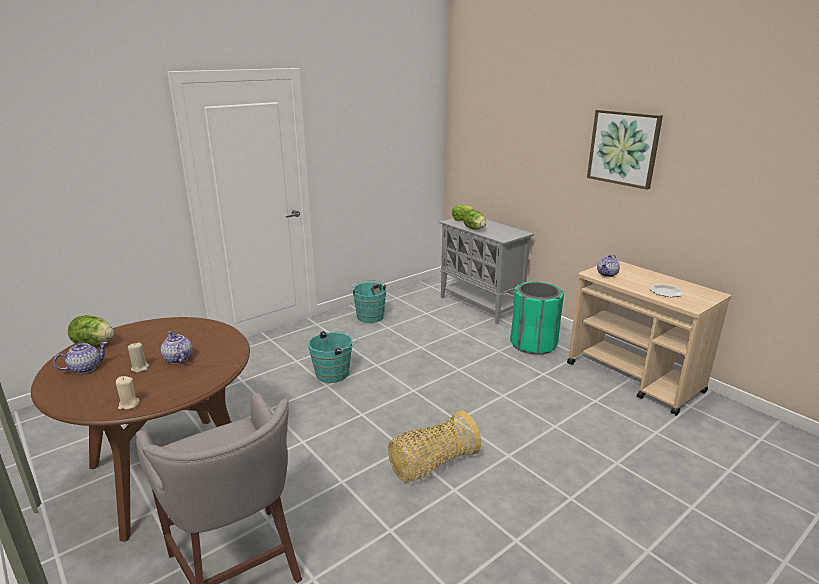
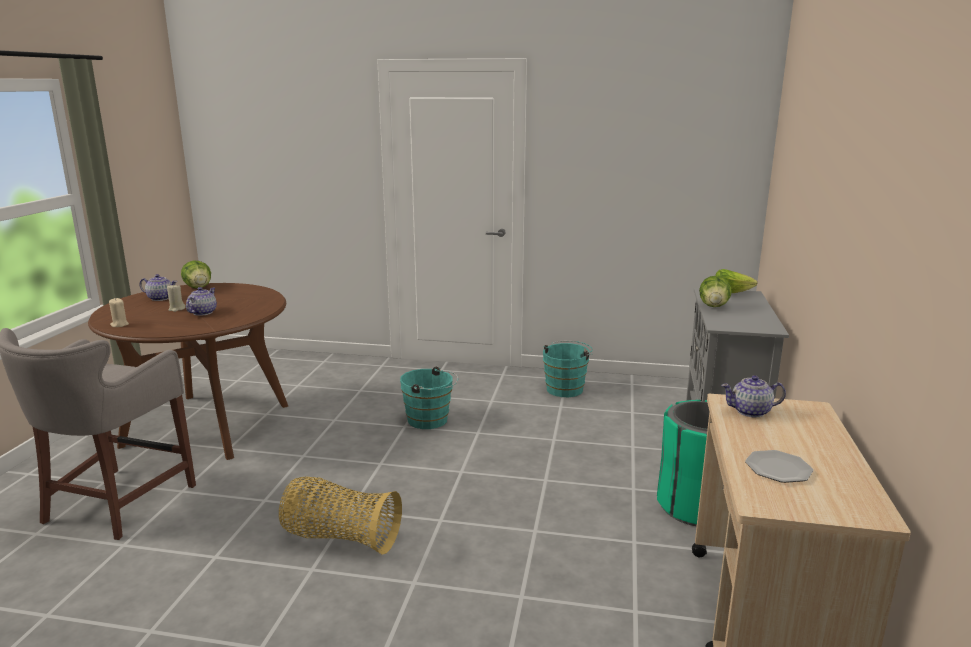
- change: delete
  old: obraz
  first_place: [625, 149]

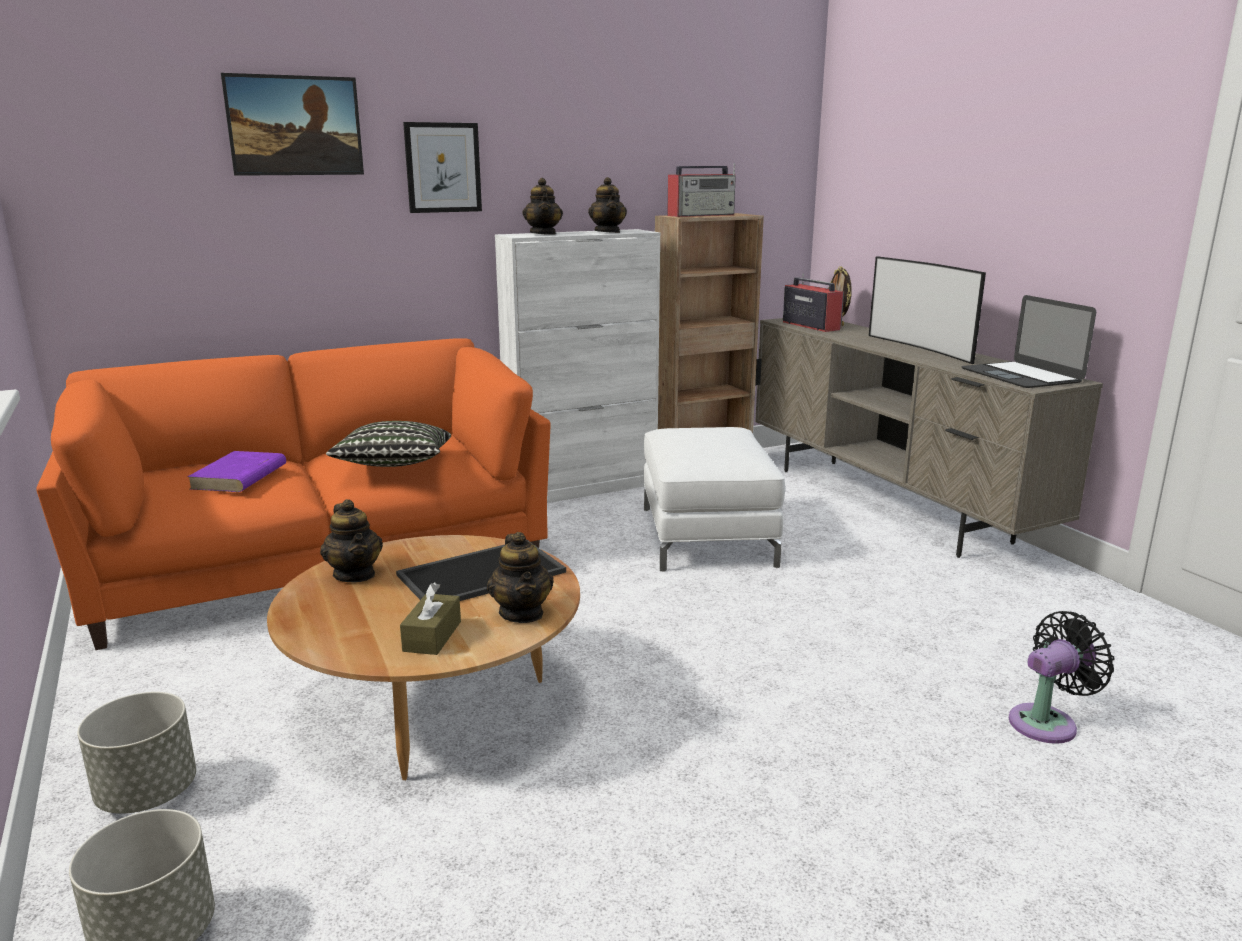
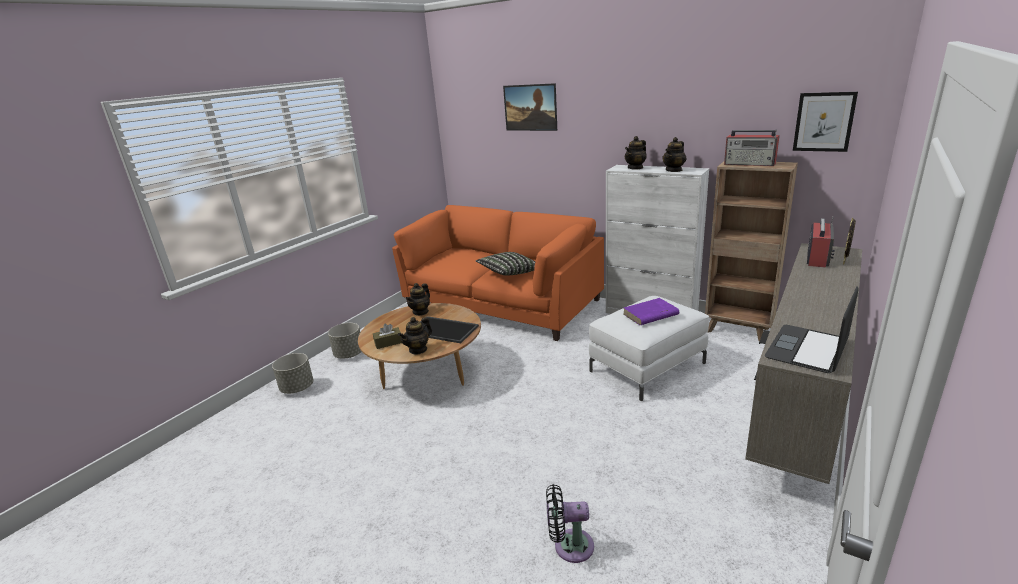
- change: rotate
  old: wentylator (czarny)
  first_place: [1061, 677]
  second_place: [570, 523]
  degrees: 150
- change: move
  old: książka (fioletowy)
  first_place: [236, 471]
  second_place: [651, 311]
- change: move
  old: obraz
  first_place: [442, 167]
  second_place: [825, 122]
- change: delete
  old: telewizor
  first_place: [927, 310]

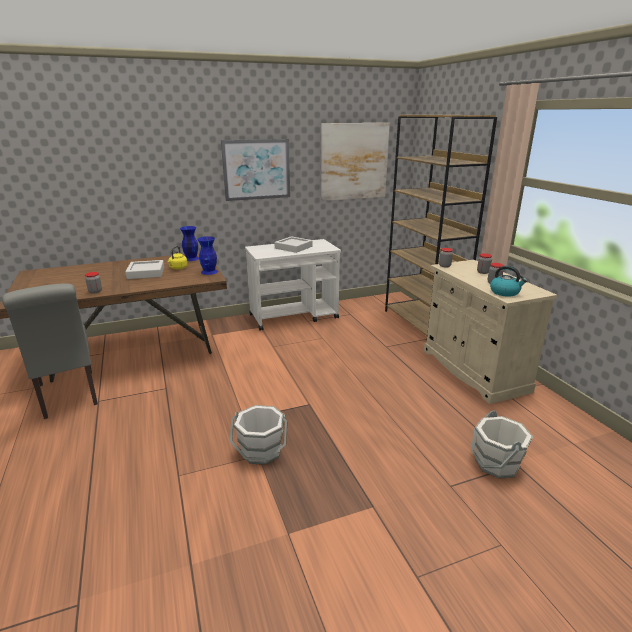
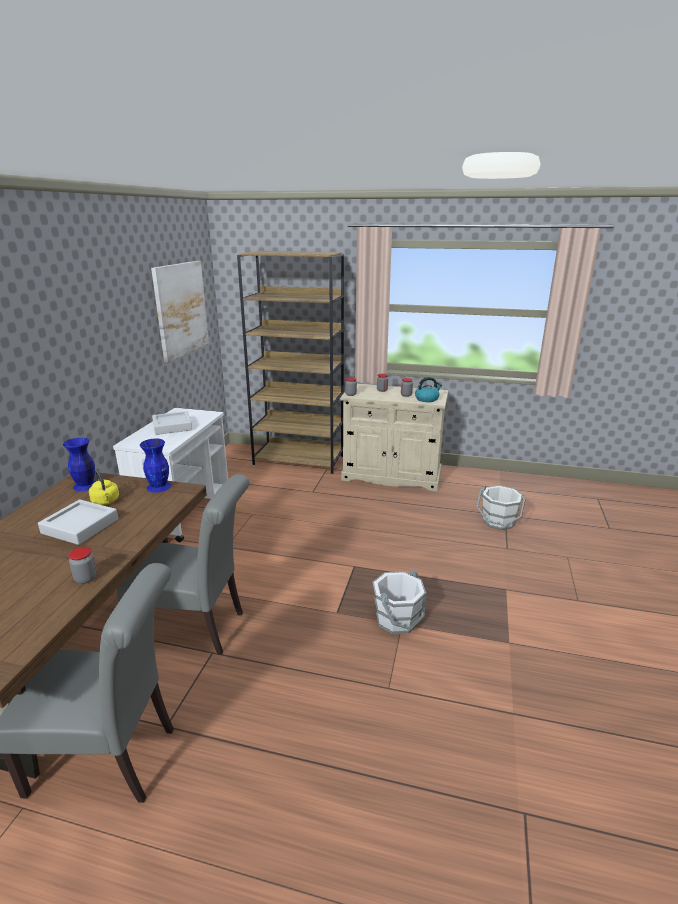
- change: insert
  new: krzesło (szary)
  second_place: [183, 564]
- change: delete
  old: obraz
  first_place: [255, 170]

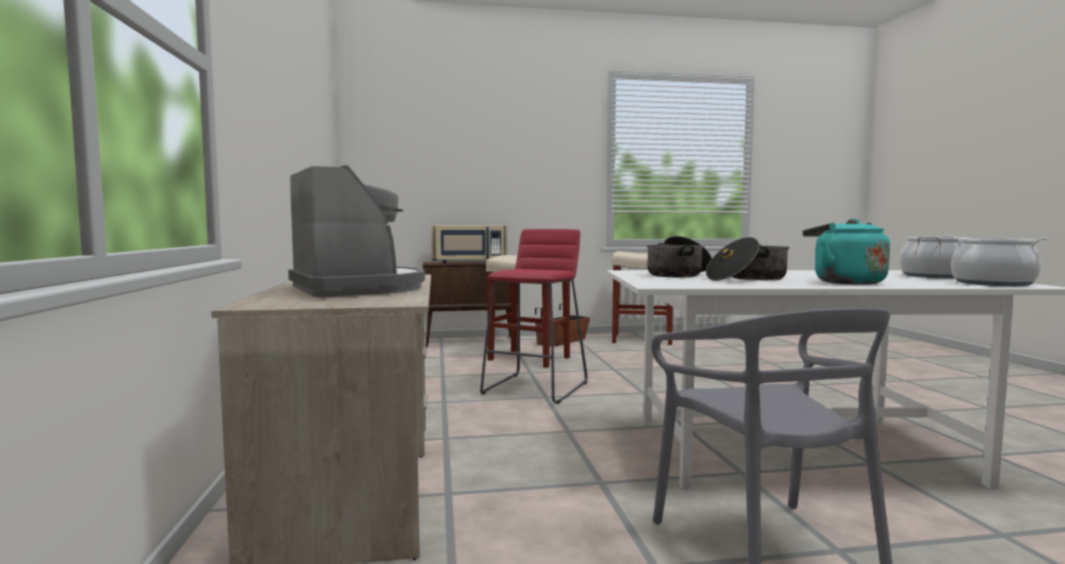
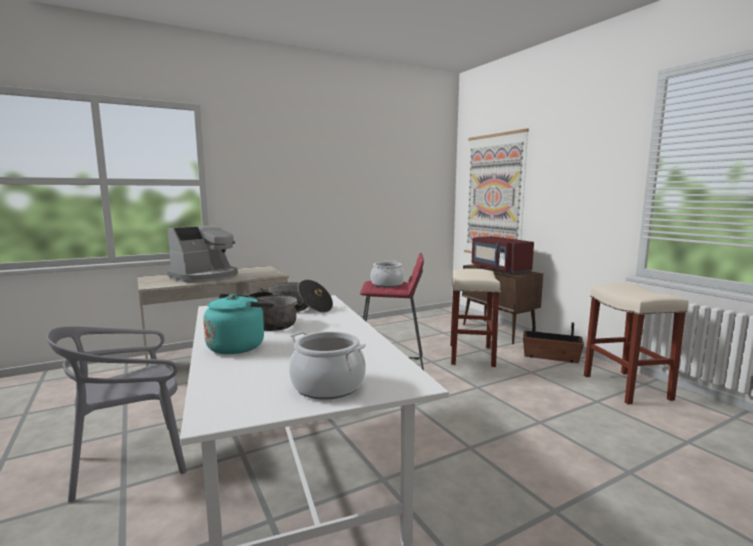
- change: move
  old: garnek
  first_place: [998, 261]
  second_place: [387, 274]
- change: insert
  new: obraz
  second_place: [496, 190]
- change: recolor
  old: mikrofalówka (beżowy)
  new: mikrofalówka (czerwony)
  first_place: [469, 245]
  second_place: [503, 255]

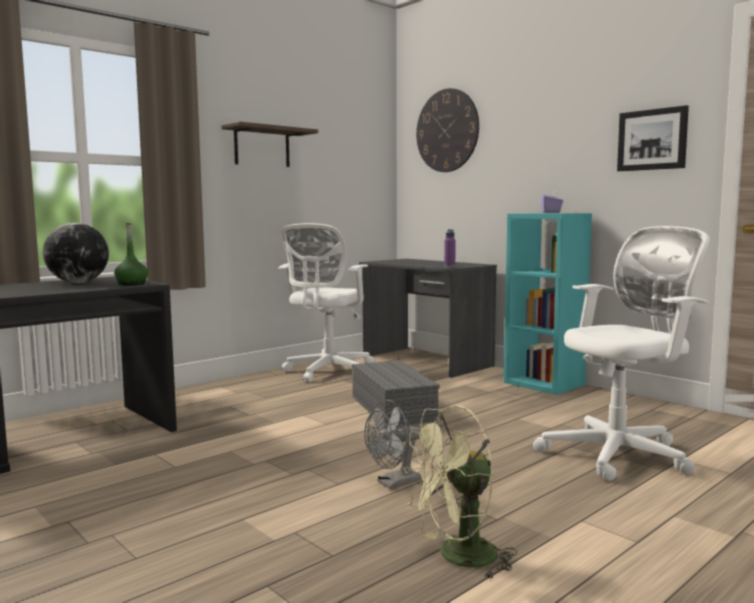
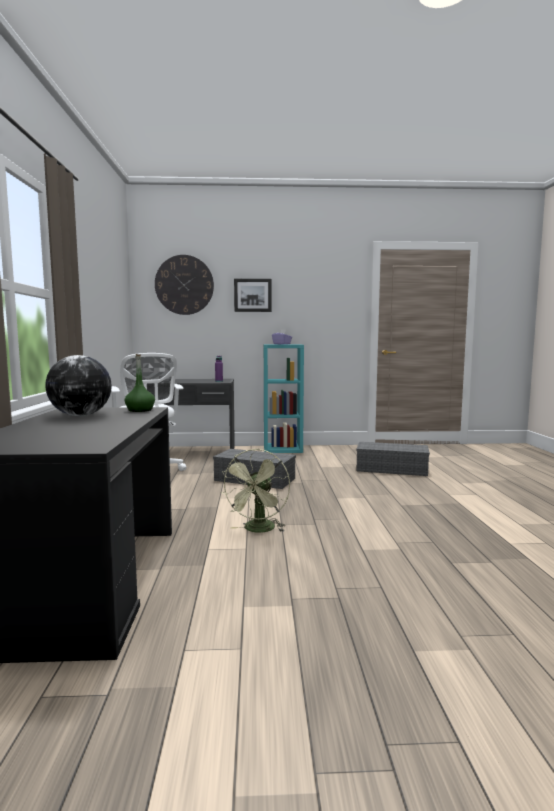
- change: move
  old: wentylator (zielony)
  first_place: [460, 492]
  second_place: [255, 491]
- change: move
  old: obraz
  first_place: [653, 138]
  second_place: [252, 295]
- change: replace
  old: krzesło biurowe (biały)
  new: pojemnik do przechowywania (szary)
  first_place: [621, 353]
  second_place: [393, 459]
- change: delete
  old: półka
  first_place: [269, 144]
- change: delete
  old: wentylator (szary)
  first_place: [392, 444]

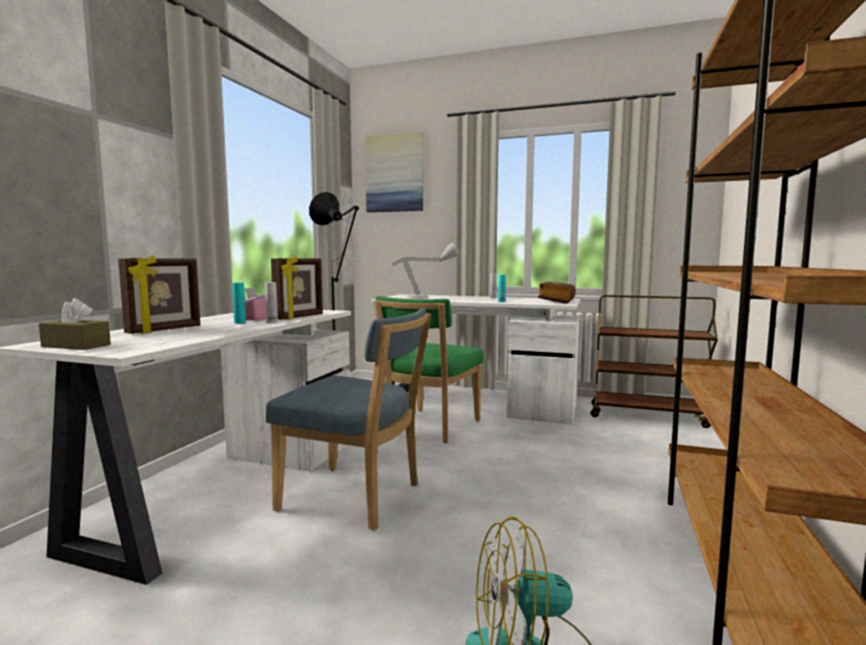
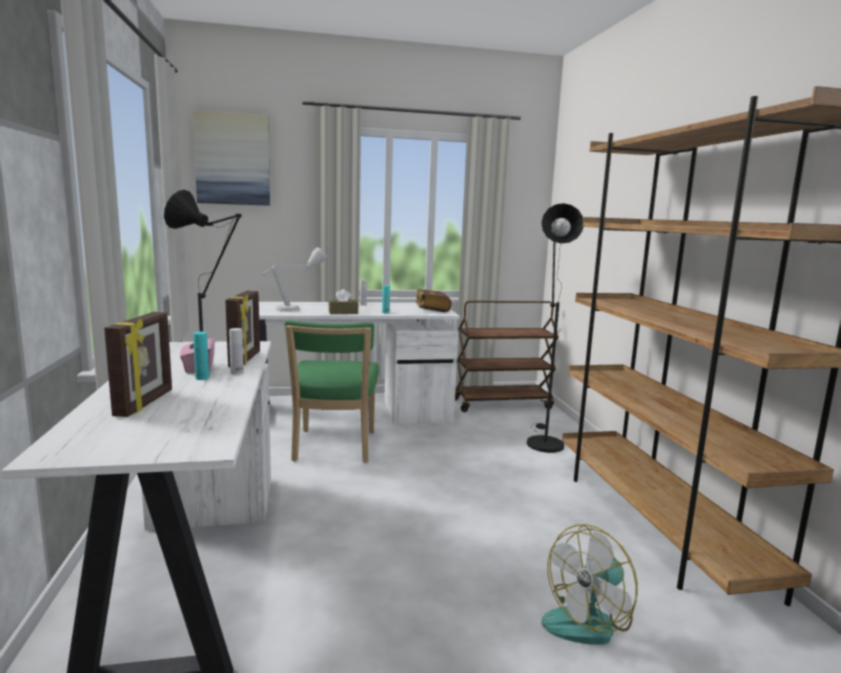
- change: move
  old: pudełko chusteczek (brązowy)
  first_place: [75, 324]
  second_place: [343, 301]
- change: insert
  new: lampa stojąca (czarny)
  second_place: [555, 328]
- change: delete
  old: krzesło (niebieski)
  first_place: [348, 419]

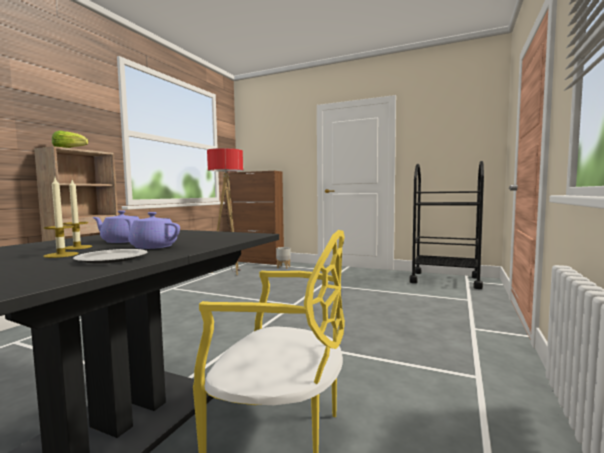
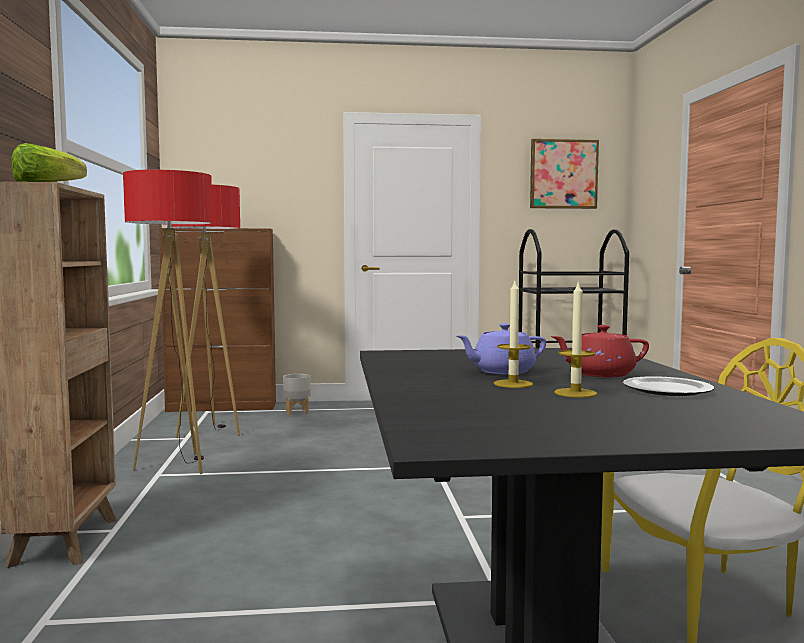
- change: insert
  new: lampa stojąca
  second_place: [168, 322]
- change: insert
  new: obraz
  second_place: [564, 174]
- change: recolor
  old: imbryk (fioletowy)
  new: imbryk (czerwony)
  first_place: [152, 230]
  second_place: [600, 351]

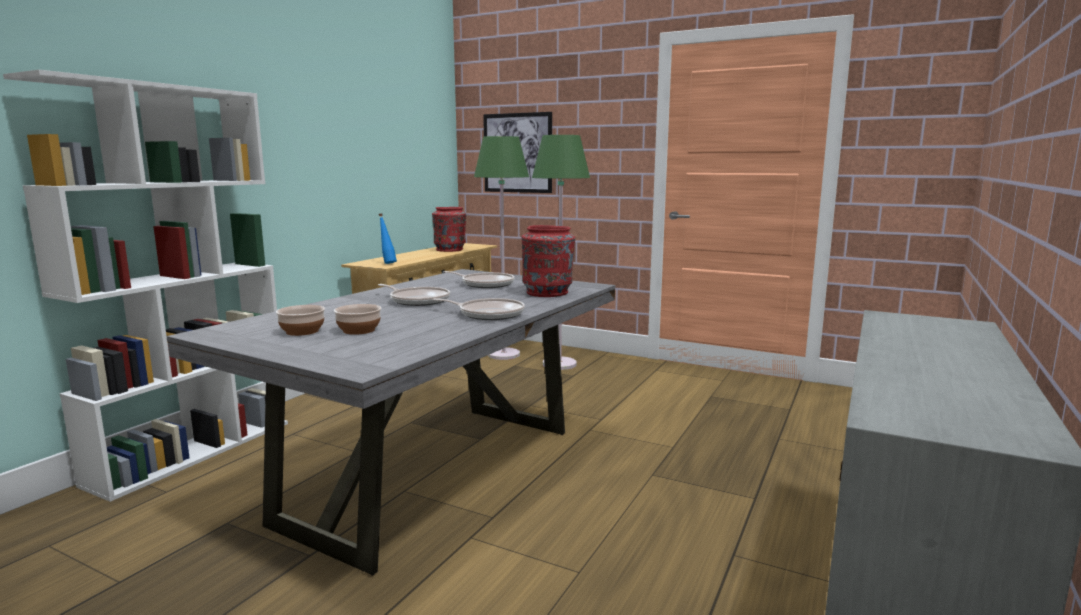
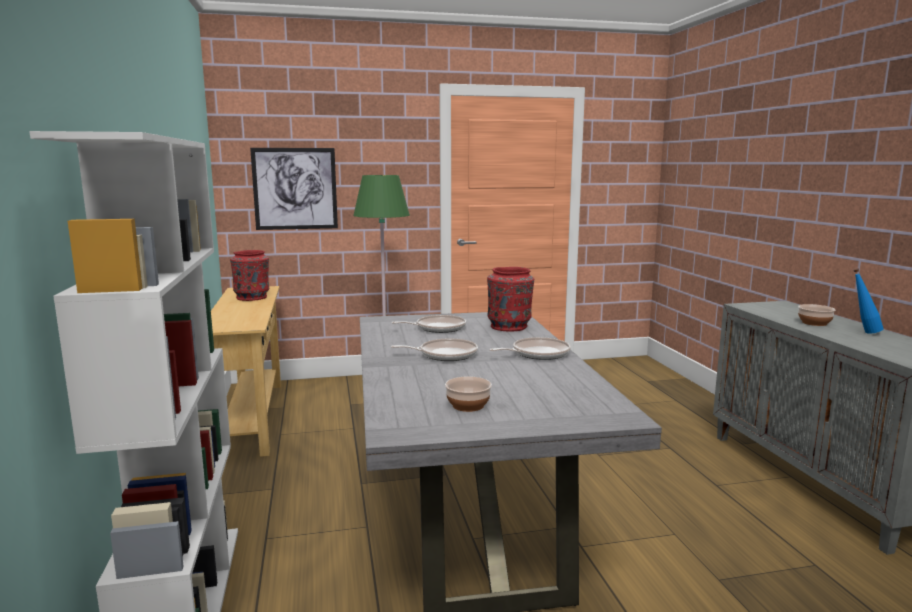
- change: move
  old: miska
  first_place: [357, 319]
  second_place: [816, 315]
- change: move
  old: butelka (niebieski)
  first_place: [388, 239]
  second_place: [868, 301]
- change: delete
  old: lampa stojąca (zielony)
  first_place: [501, 248]

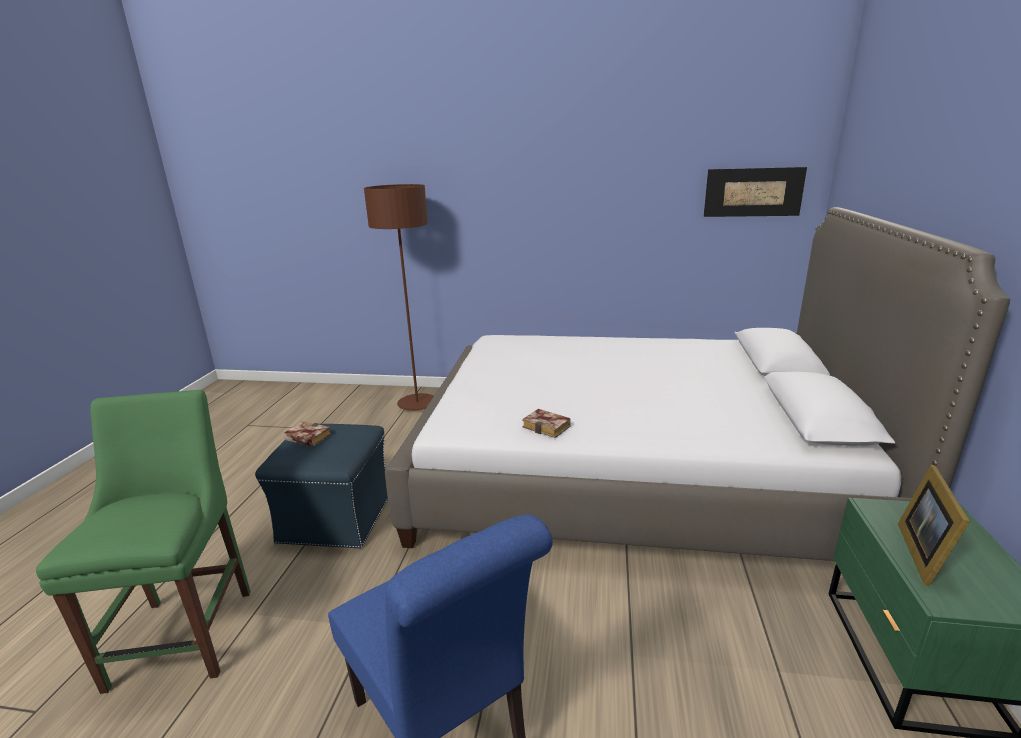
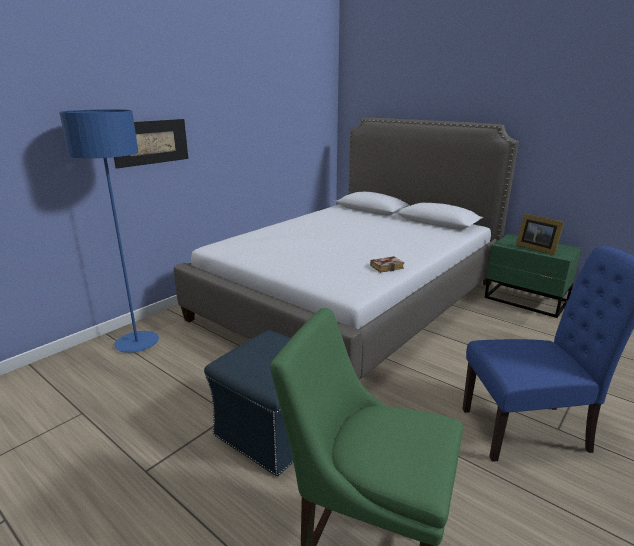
- change: recolor
  old: lampa stojąca (brązowy)
  new: lampa stojąca (niebieski)
  first_place: [399, 297]
  second_place: [109, 231]
- change: move
  old: obraz
  first_place: [755, 192]
  second_place: [151, 144]
- change: delete
  old: książka
  first_place: [307, 434]

